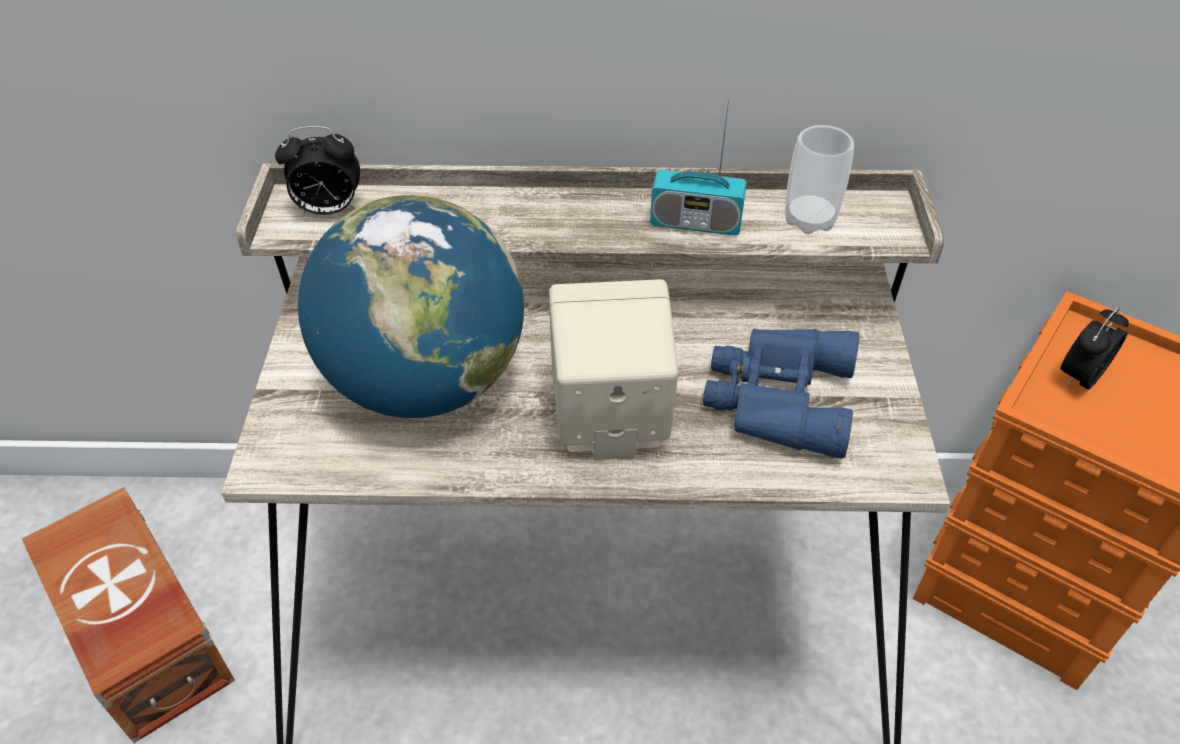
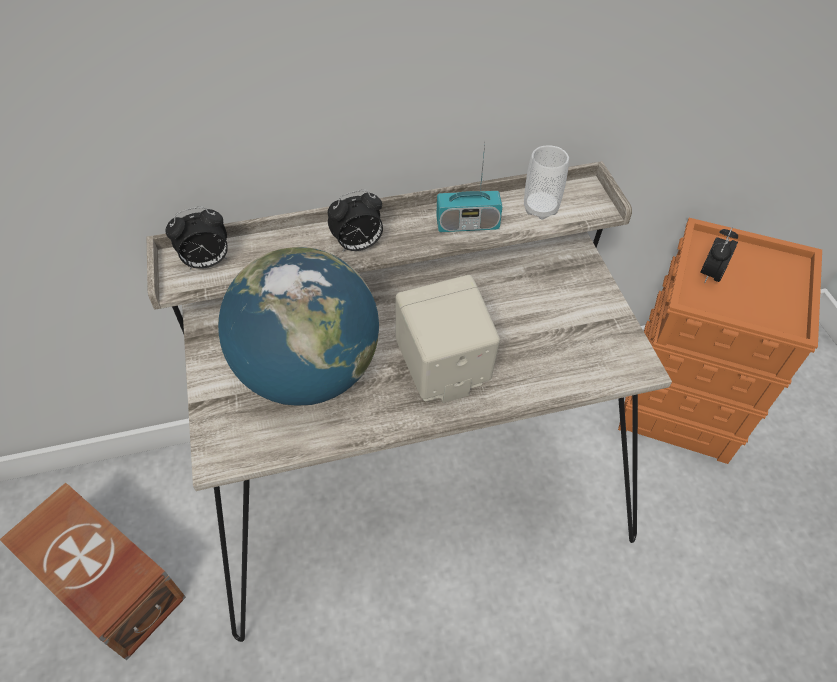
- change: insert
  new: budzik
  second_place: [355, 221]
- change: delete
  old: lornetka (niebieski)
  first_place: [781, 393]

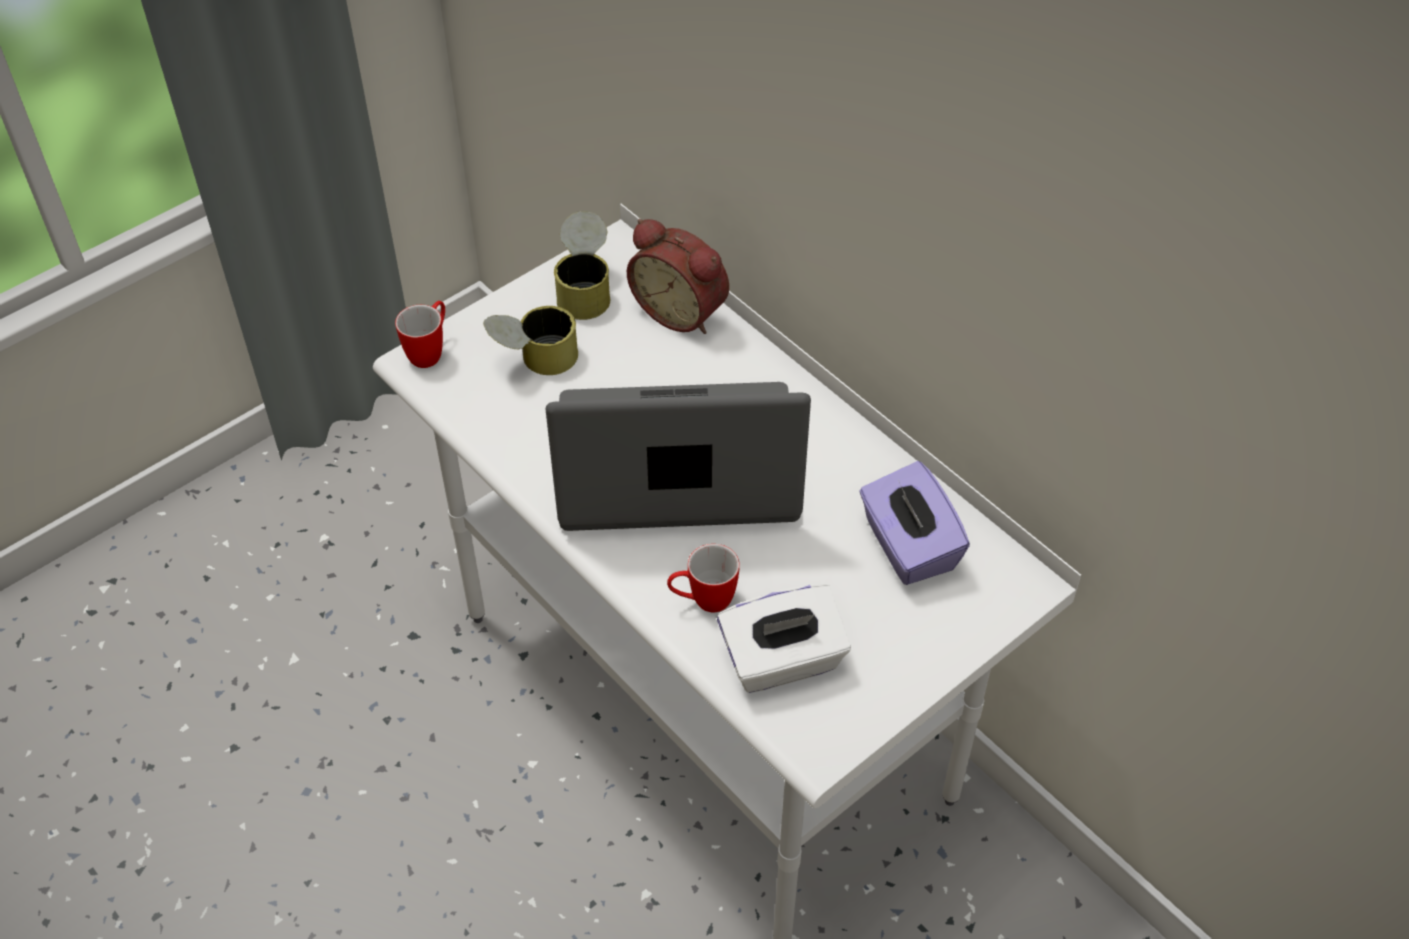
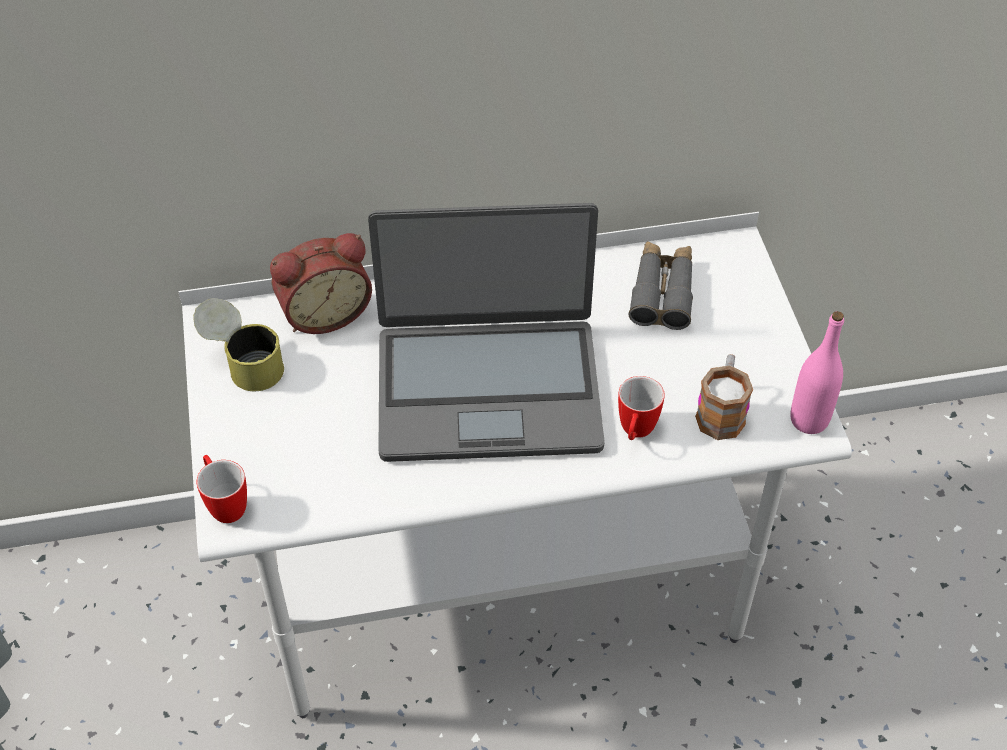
- change: rotate
  old: laptop
  first_place: [678, 456]
  second_place: [486, 332]
  degrees: -120
- change: replace
  old: pudełko chusteczek (fioletowy)
  new: lornetka (szary)
  first_place: [914, 523]
  second_place: [661, 285]
- change: replace
  old: pudełko chusteczek (biały)
  new: kubek
  first_place: [784, 638]
  second_place: [724, 397]
- change: insert
  new: butelka (różowy)
  second_place: [817, 372]
- change: delete
  old: puszka
  first_place: [530, 340]

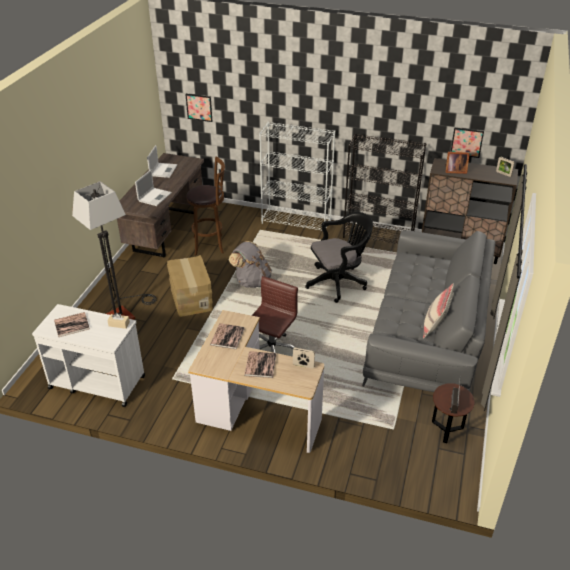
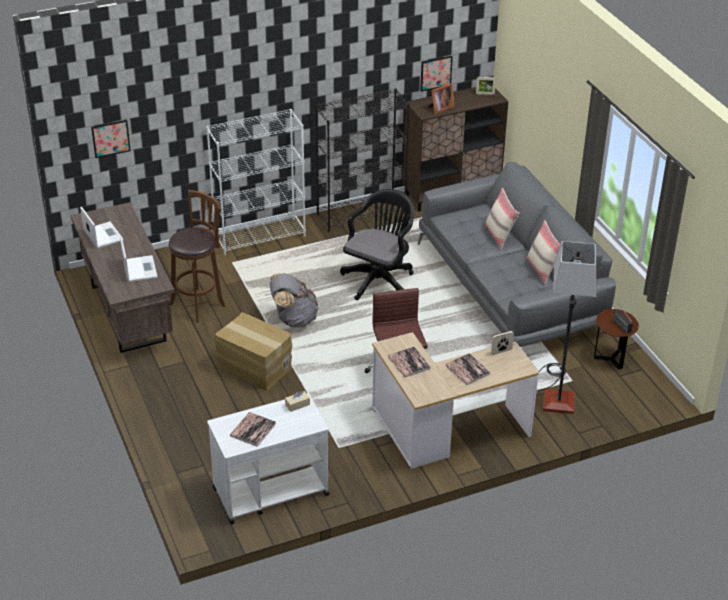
- change: insert
  new: poduszka (beżowy)
  second_place: [502, 219]
- change: move
  old: lampa stojąca
  first_place: [114, 250]
  second_place: [566, 327]

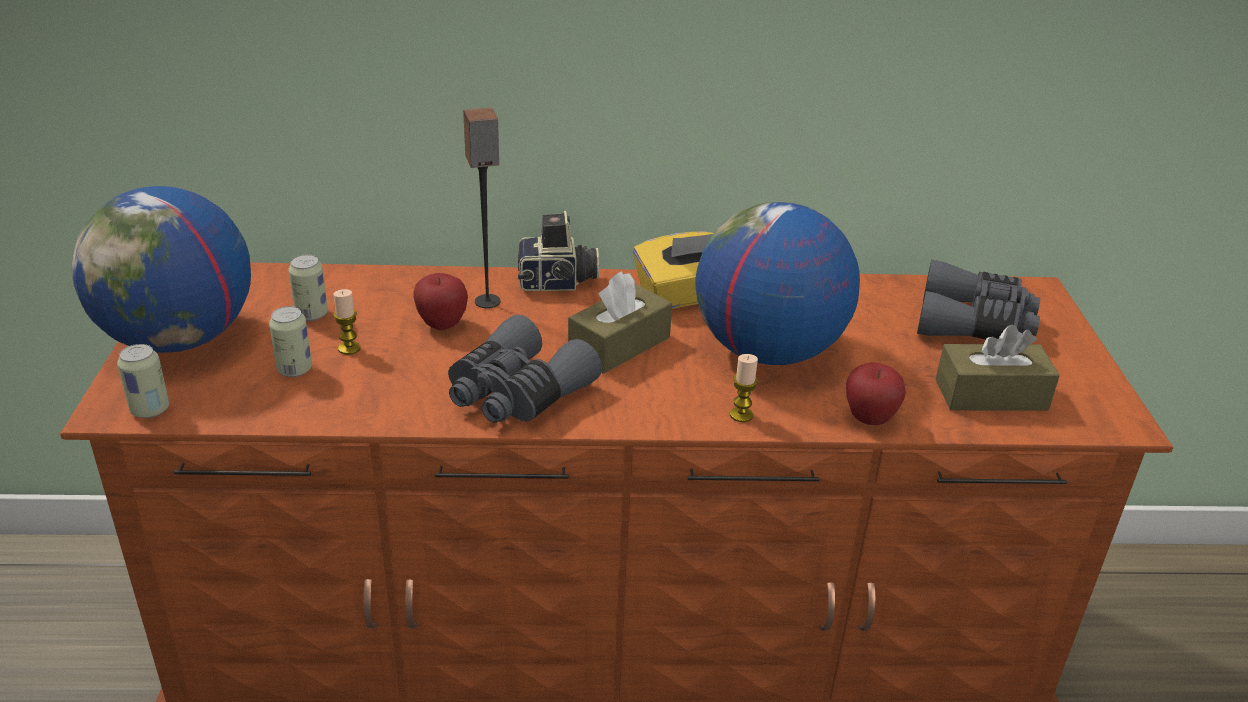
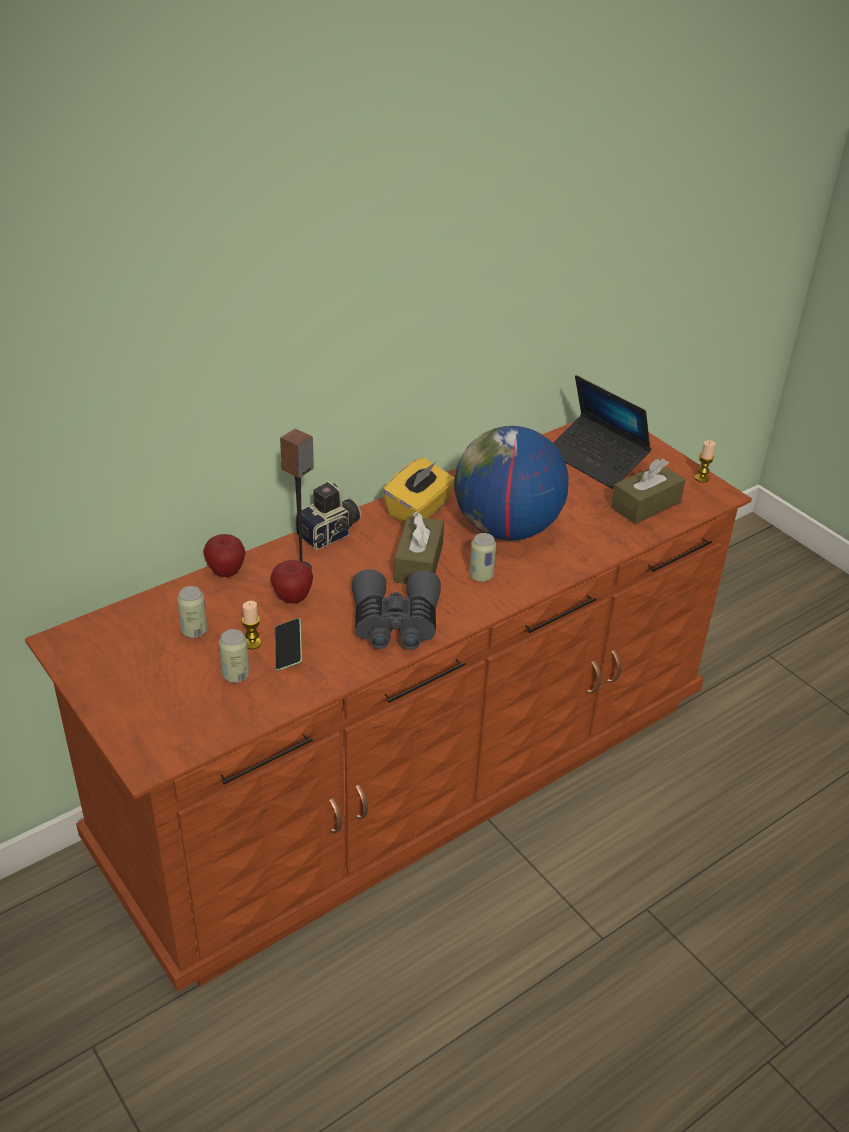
- change: move
  old: jabłko
  first_place: [876, 393]
  second_place: [224, 555]
- change: insert
  new: telefon
  second_place: [288, 644]
- change: move
  old: puszka
  first_place: [143, 381]
  second_place: [482, 557]
- change: replace
  old: lornetka (szary)
  new: laptop
  first_place: [978, 299]
  second_place: [602, 432]
- change: move
  old: świeca
  first_place: [744, 388]
  second_place: [705, 461]
- change: delete
  old: globus
  first_place: [161, 269]

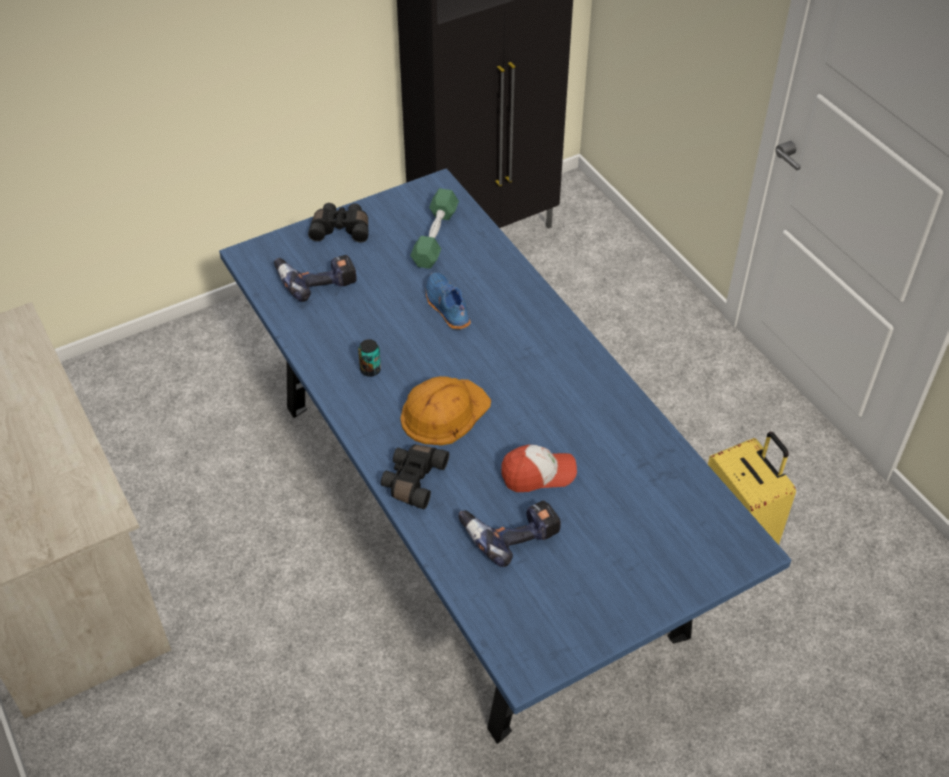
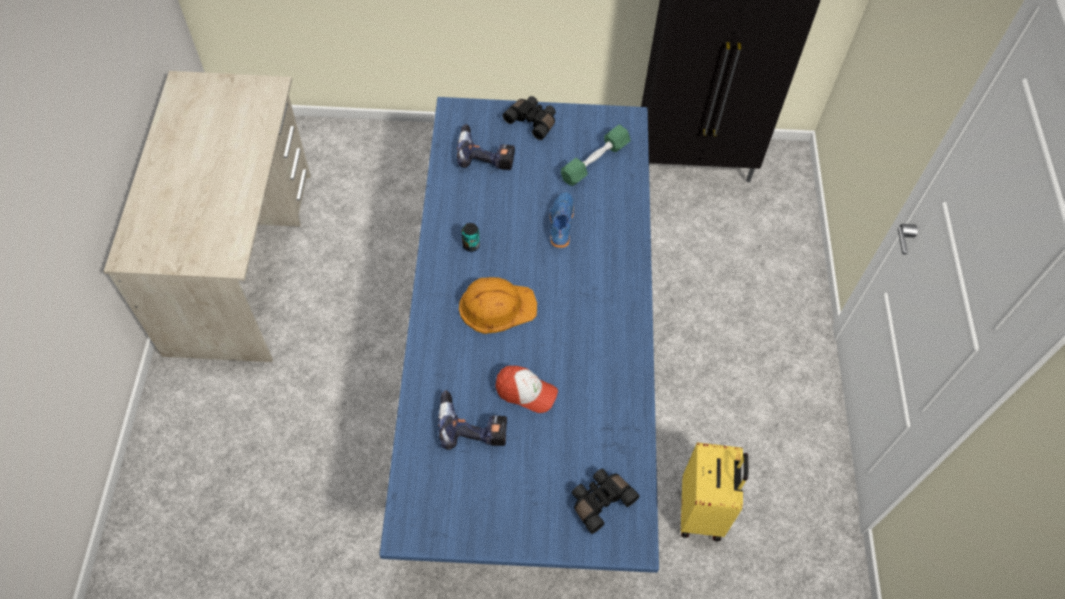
- change: move
  old: lornetka (czarny)
  first_place: [415, 476]
  second_place: [606, 501]

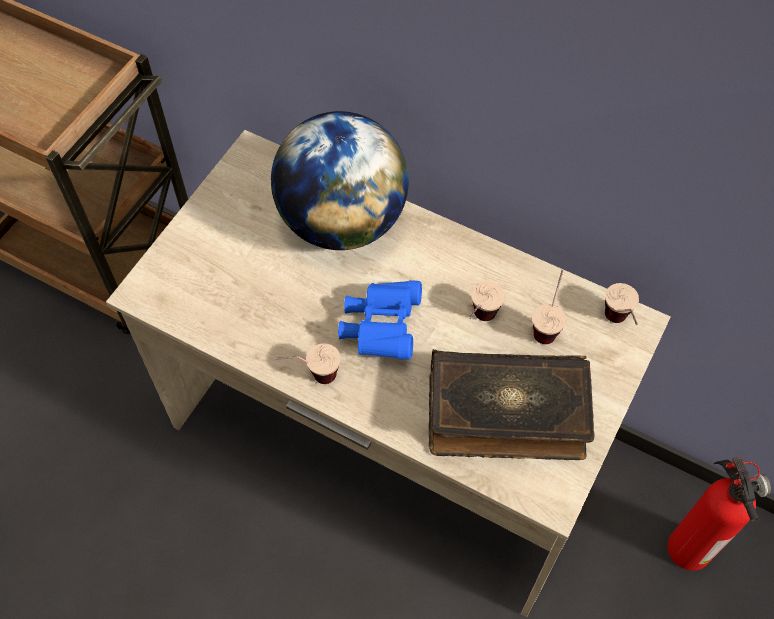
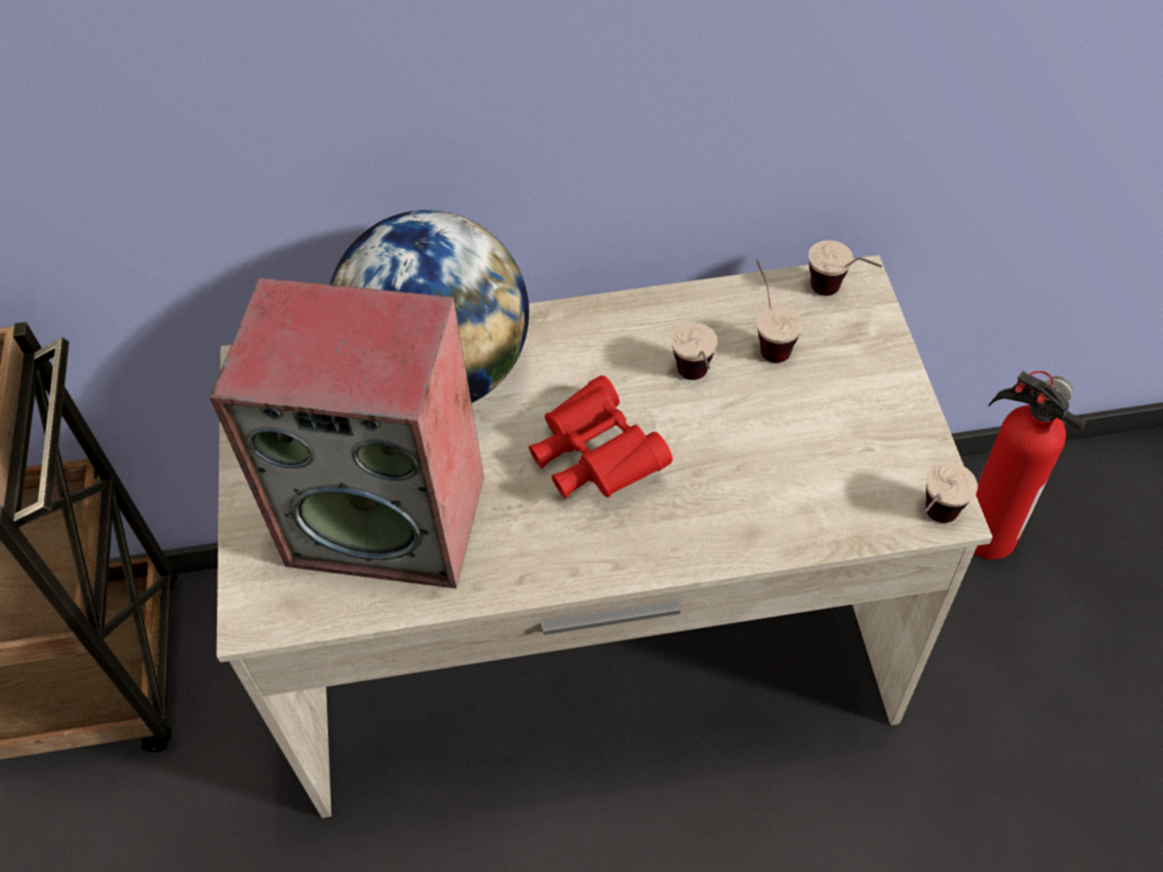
- change: insert
  new: głośnik
  second_place: [347, 433]
- change: recolor
  old: lornetka (niebieski)
  new: lornetka (czerwony)
  first_place: [380, 320]
  second_place: [601, 437]
- change: move
  old: filiżanka
  first_place: [308, 364]
  second_place: [951, 492]
- change: delete
  old: książka
  first_place: [512, 404]

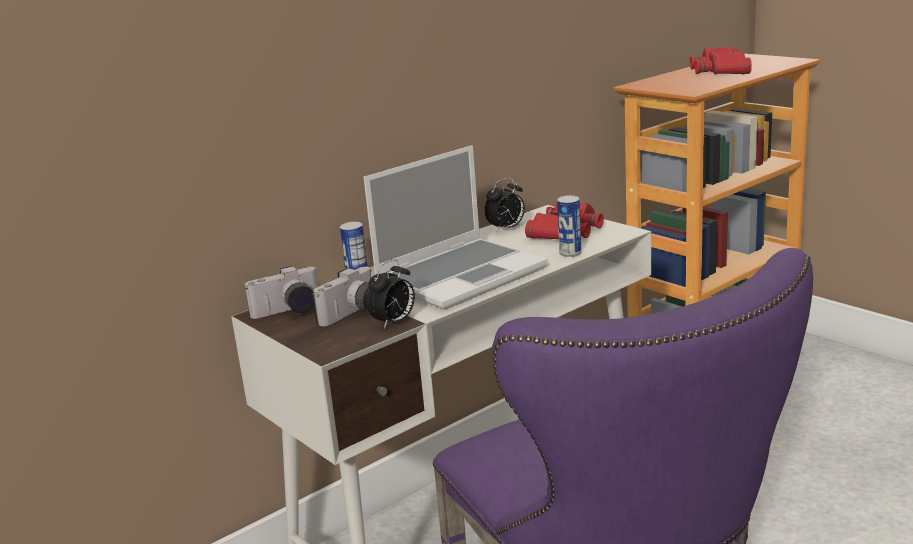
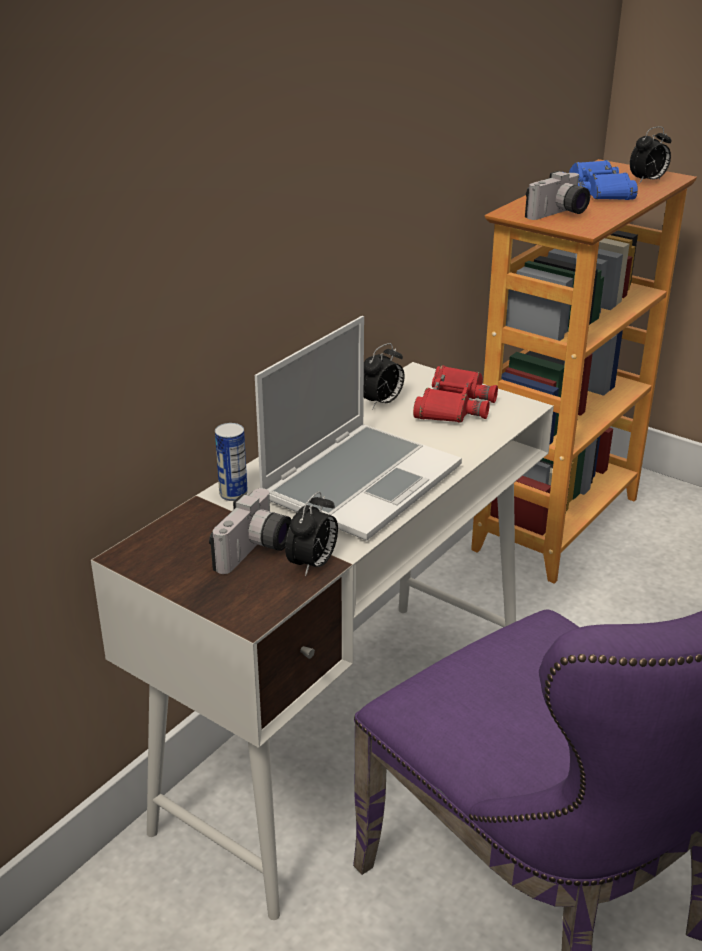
- change: move
  old: aparat fotograficzny
  first_place: [281, 292]
  second_place: [557, 195]
- change: recolor
  old: lornetka (czerwony)
  new: lornetka (niebieski)
  first_place: [721, 60]
  second_place: [601, 180]
- change: insert
  new: budzik
  second_place: [650, 155]
- change: delete
  old: puszka
  first_place: [569, 226]

